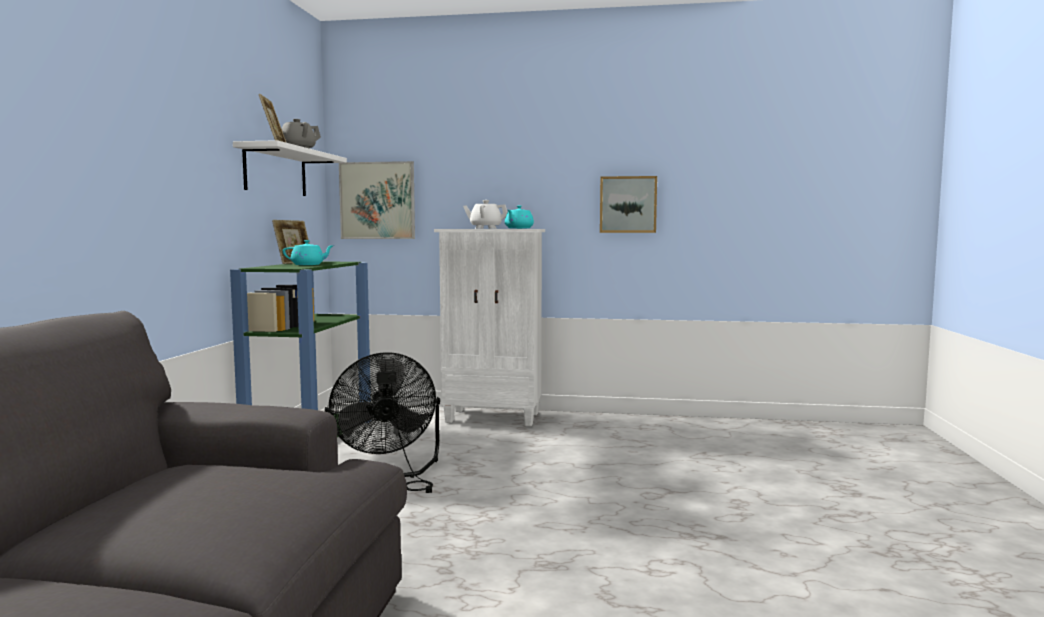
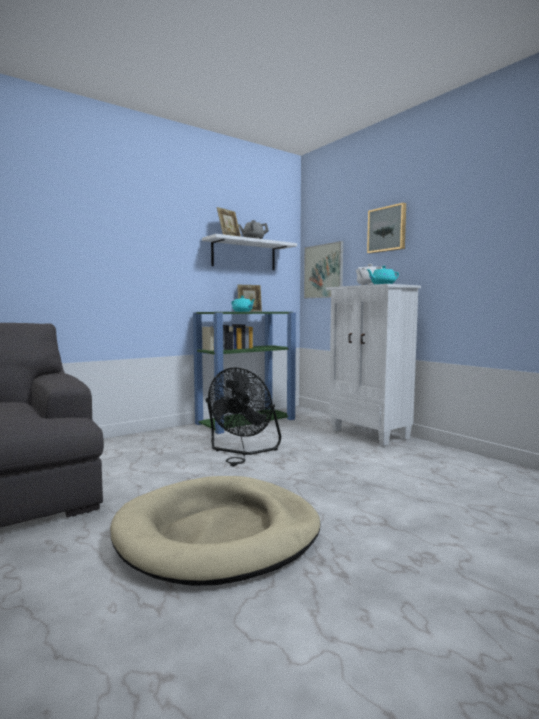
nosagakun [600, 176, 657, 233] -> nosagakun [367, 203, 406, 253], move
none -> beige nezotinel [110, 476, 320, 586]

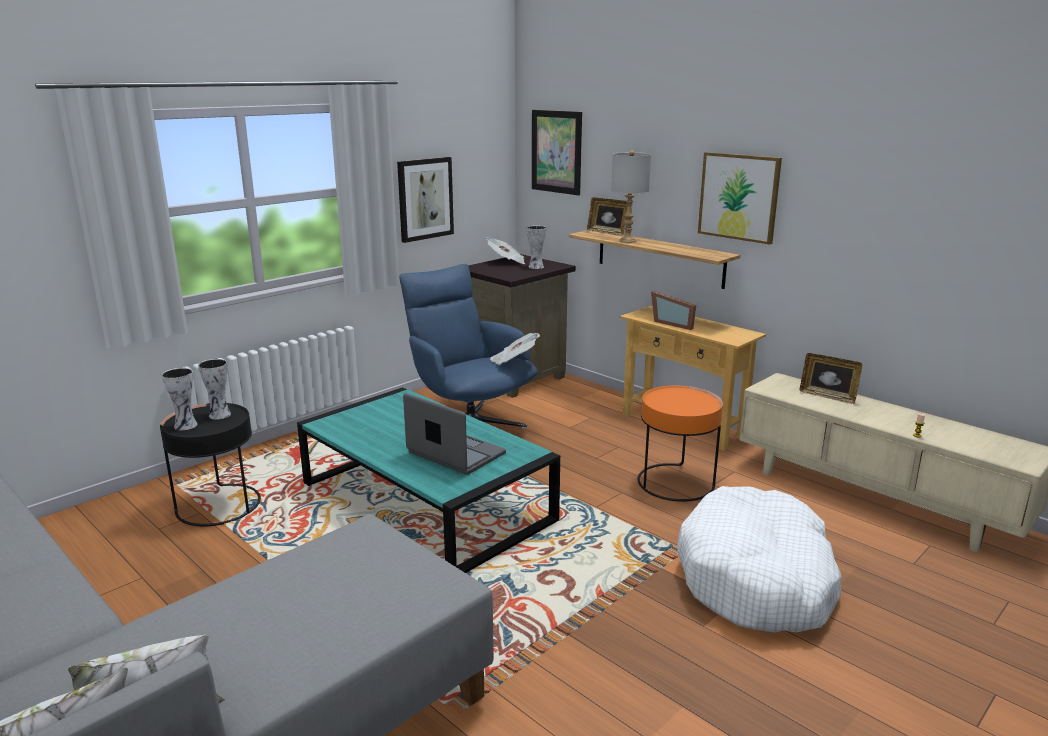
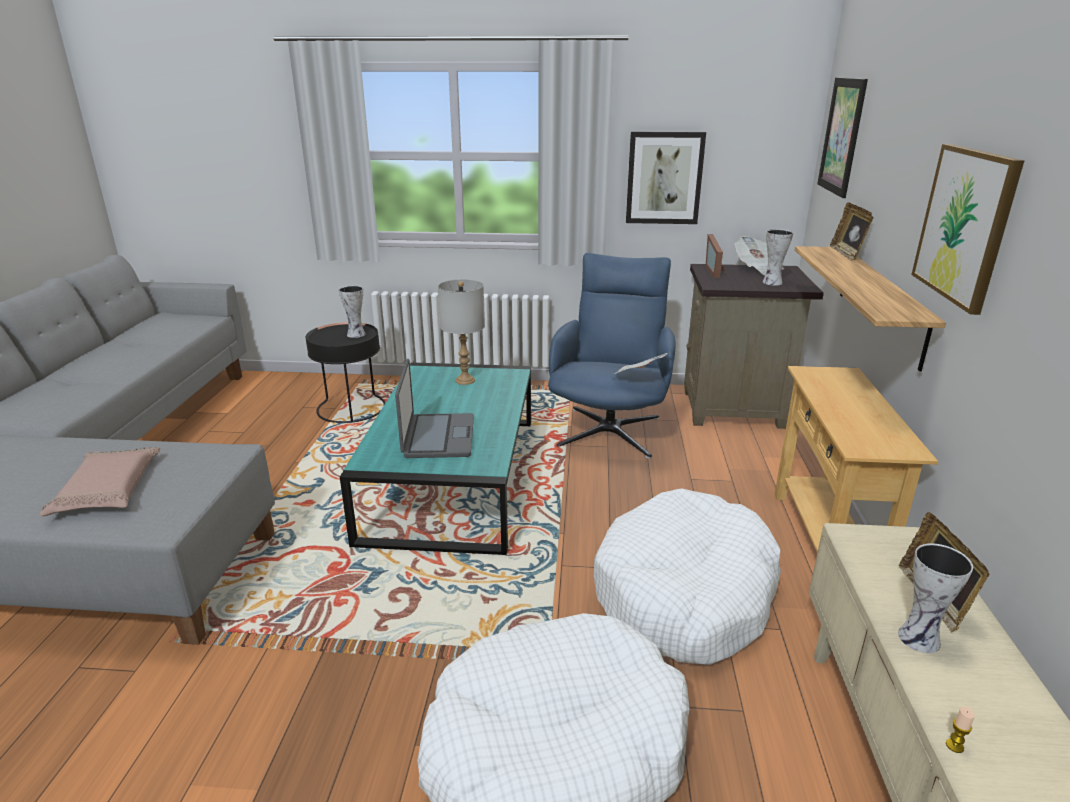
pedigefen [162, 368, 198, 430] -> pedigefen [898, 543, 973, 653], move
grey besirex [611, 151, 651, 243] -> grey besirex [438, 279, 485, 385], move
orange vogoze [638, 385, 723, 502] -> white nezotinel [594, 488, 781, 665]
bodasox [651, 291, 696, 330] -> bodasox [706, 234, 725, 278], move
none -> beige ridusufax [40, 446, 160, 516]

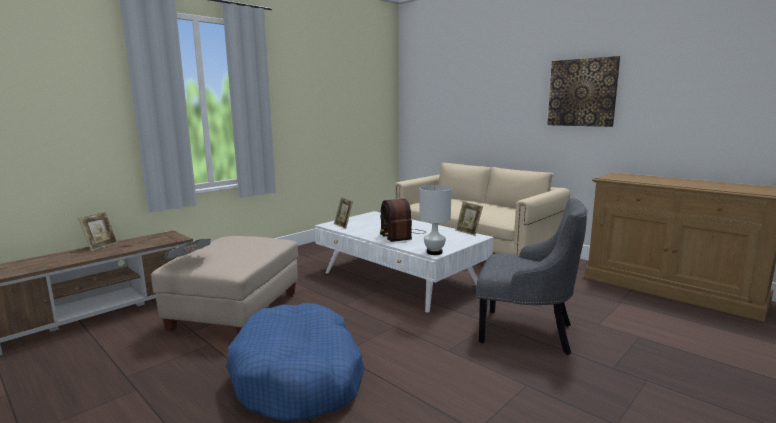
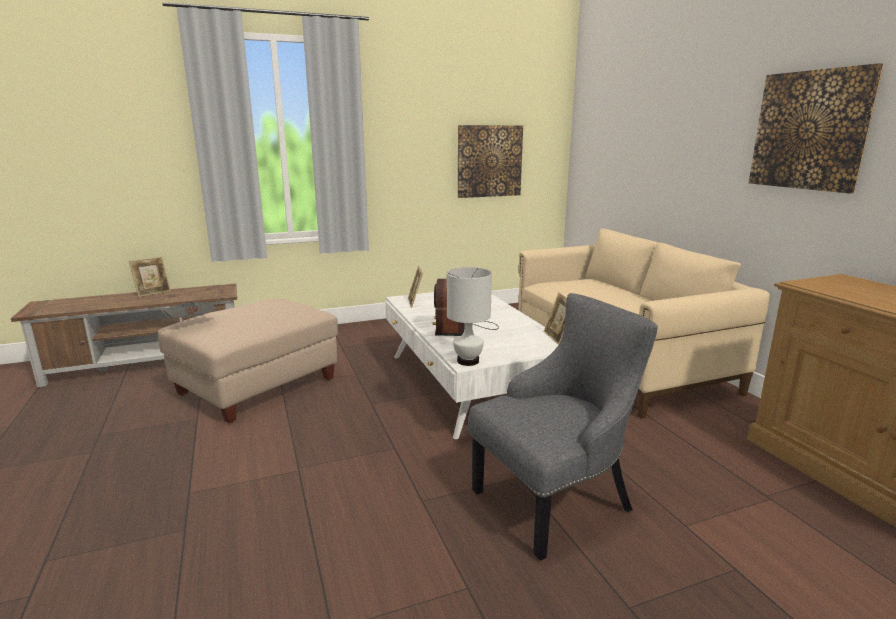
blue nezotinel [227, 303, 365, 422] -> none
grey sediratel [476, 198, 588, 355] -> grey sediratel [467, 293, 658, 561], 75 degrees counterclockwise
none -> nosagakun [458, 125, 523, 198]

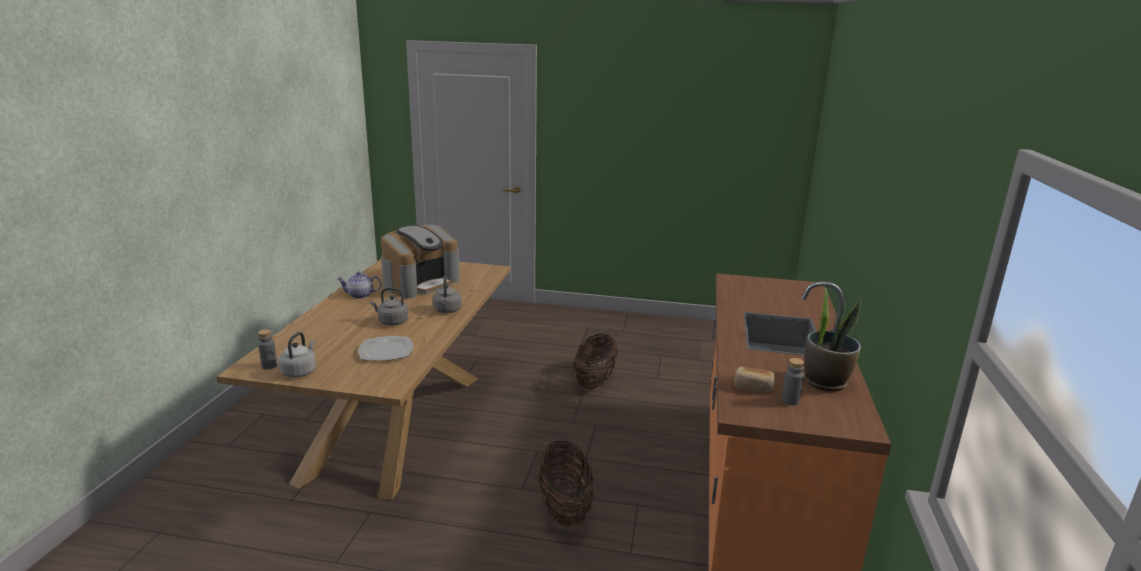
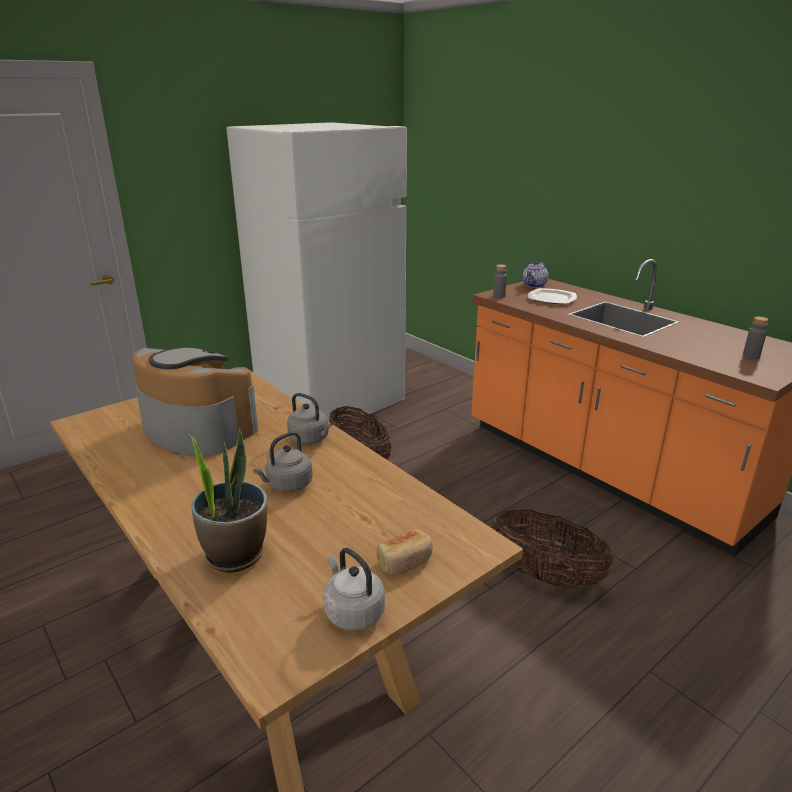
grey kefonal [258, 329, 277, 369] -> grey kefonal [493, 265, 507, 298], move
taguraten [337, 272, 381, 299] -> taguraten [523, 261, 548, 288], move
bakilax [358, 336, 414, 361] -> bakilax [528, 288, 577, 304], move
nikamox [381, 224, 460, 298] -> nikamox [132, 347, 258, 456], 45 degrees counterclockwise
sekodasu [734, 367, 775, 393] -> sekodasu [377, 529, 433, 575], move
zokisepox [804, 287, 861, 391] -> zokisepox [187, 428, 267, 573], move
none -> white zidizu [227, 122, 407, 425]

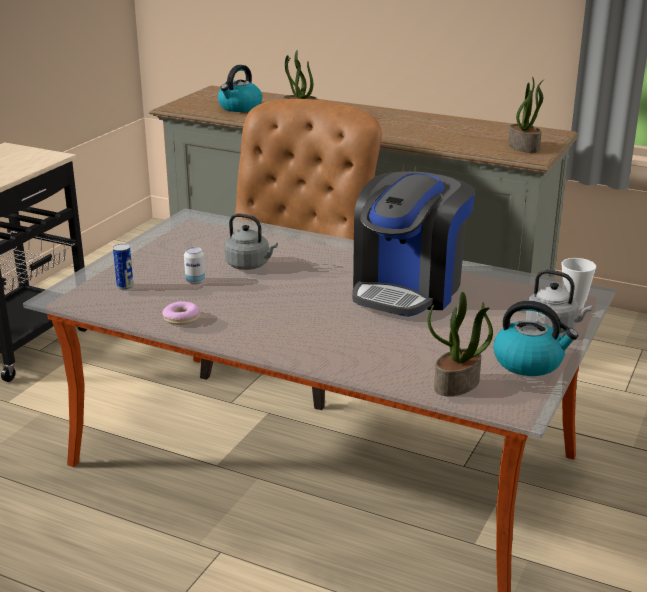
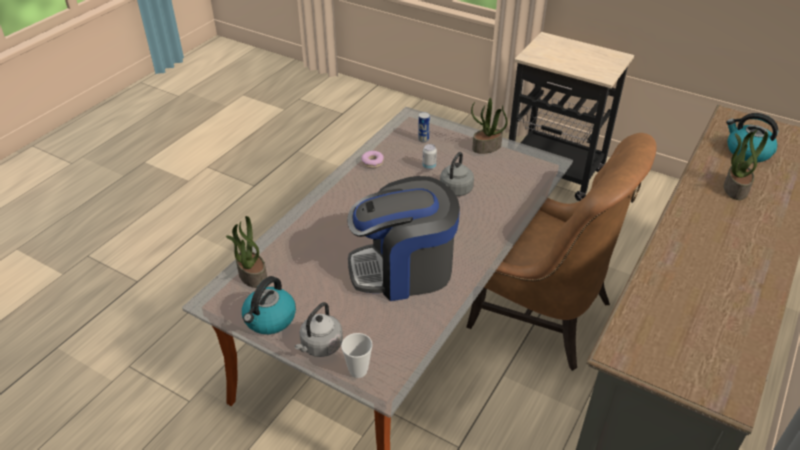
nikamox [352, 171, 475, 317] -> nikamox [347, 176, 460, 301], 45 degrees counterclockwise
zokisepox [508, 76, 544, 153] -> zokisepox [471, 98, 508, 154], move

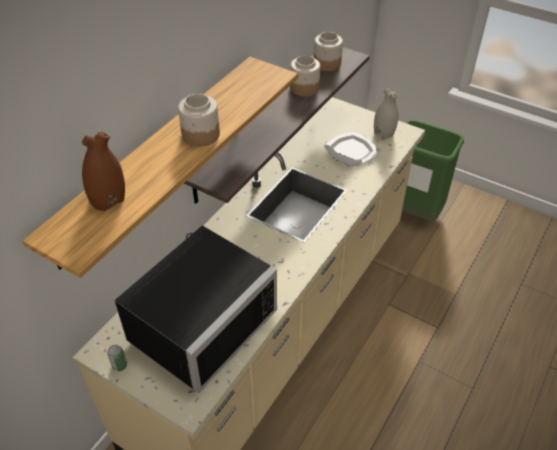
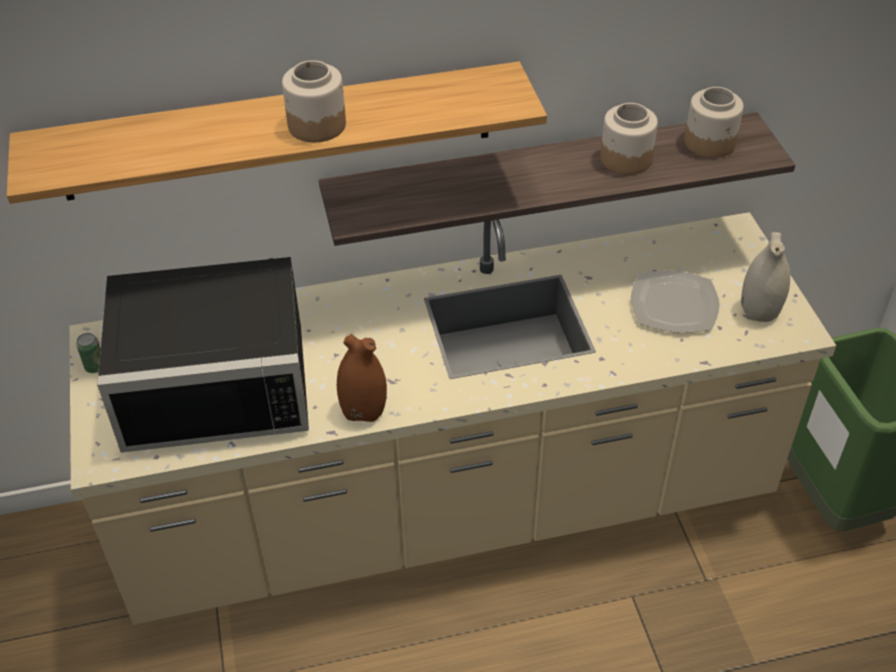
brown pedigefen [82, 131, 125, 211] -> brown pedigefen [337, 334, 387, 422], move

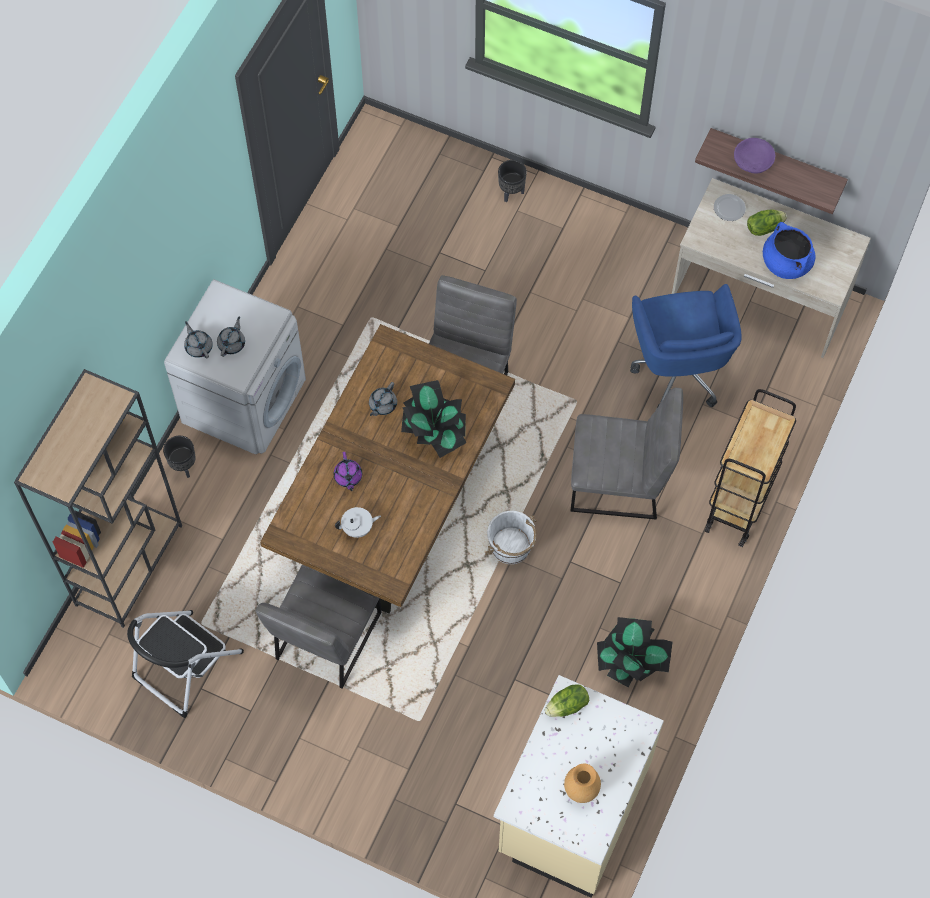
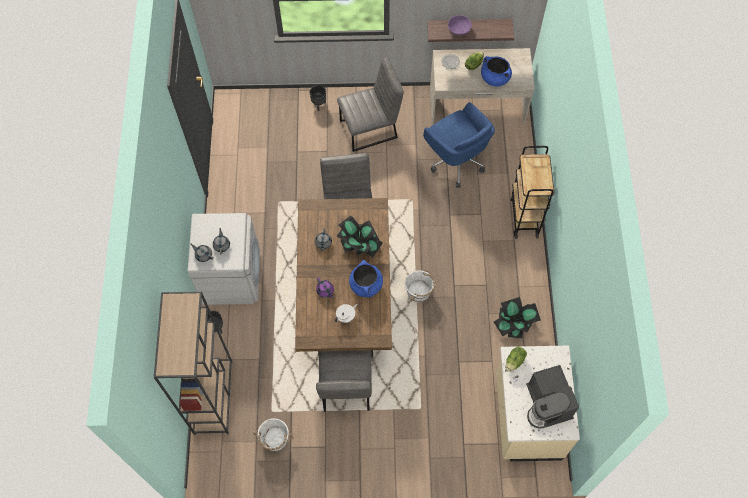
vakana [127, 610, 244, 718] -> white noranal [254, 418, 294, 451]
brown pedigefen [564, 764, 601, 803] -> nikamox [526, 365, 579, 429]
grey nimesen [571, 387, 683, 520] -> grey nimesen [337, 57, 404, 152], move
none -> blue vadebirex [349, 260, 383, 297]

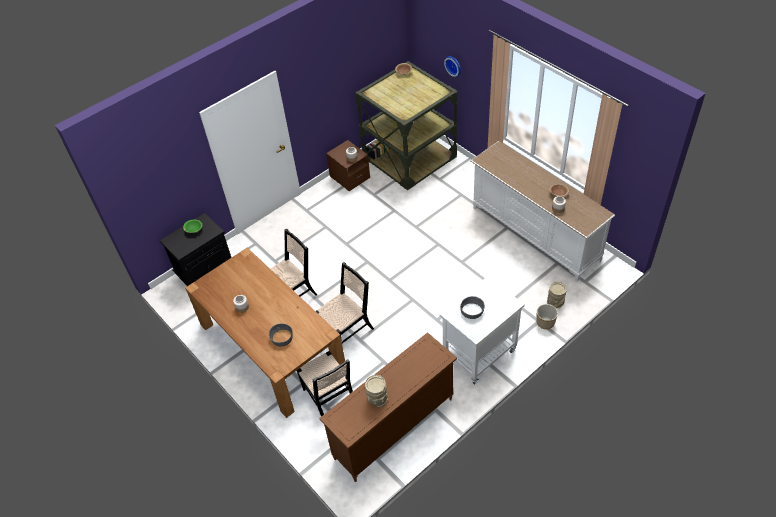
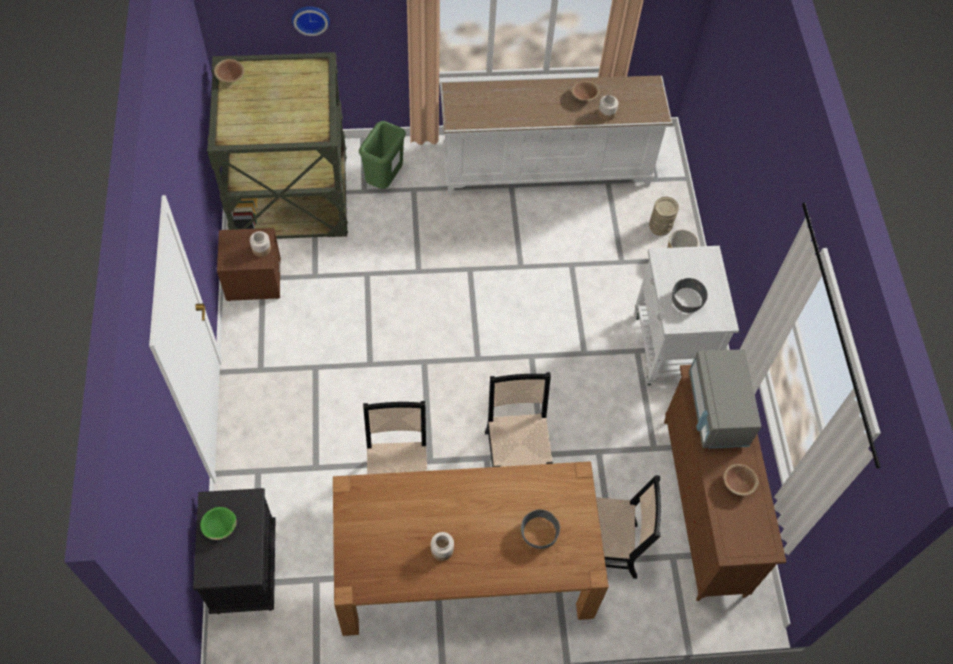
beige pedigefen [365, 375, 388, 407] -> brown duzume [723, 464, 758, 496]
none -> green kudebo [359, 121, 406, 189]
none -> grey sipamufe [689, 349, 761, 448]

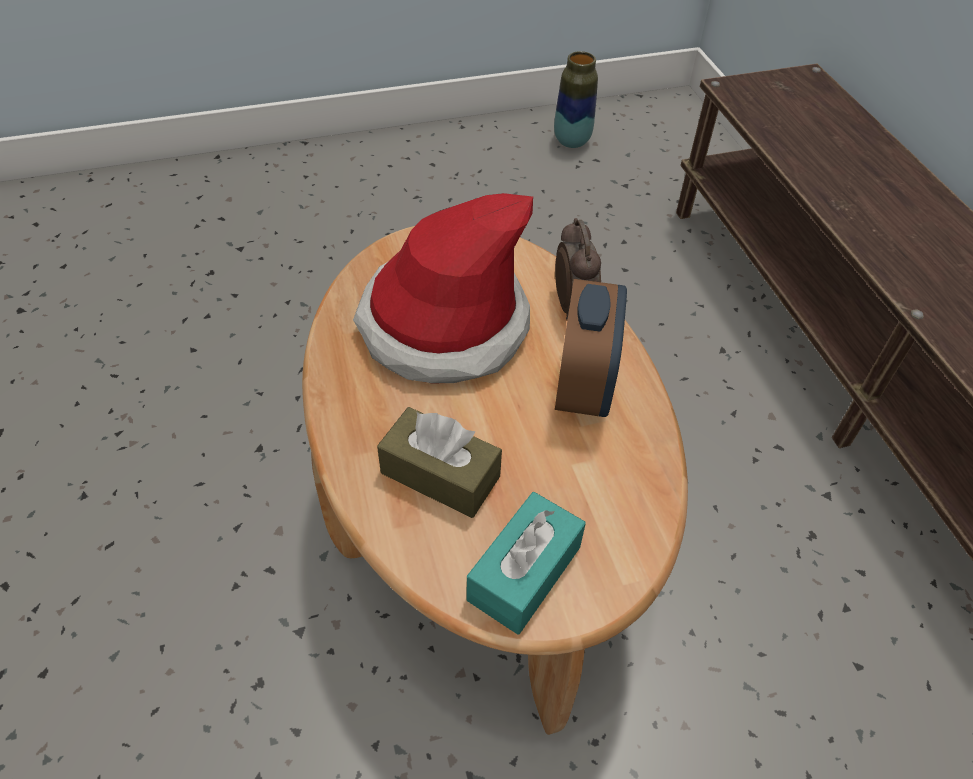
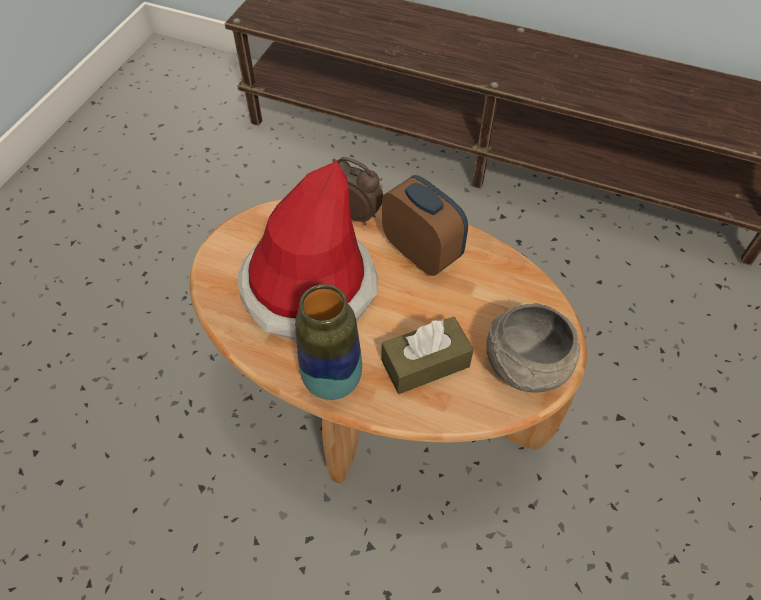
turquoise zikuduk [466, 492, 586, 635] -> grey duzume [486, 303, 580, 393]
pedigefen [554, 51, 598, 148] -> pedigefen [295, 284, 362, 400], move

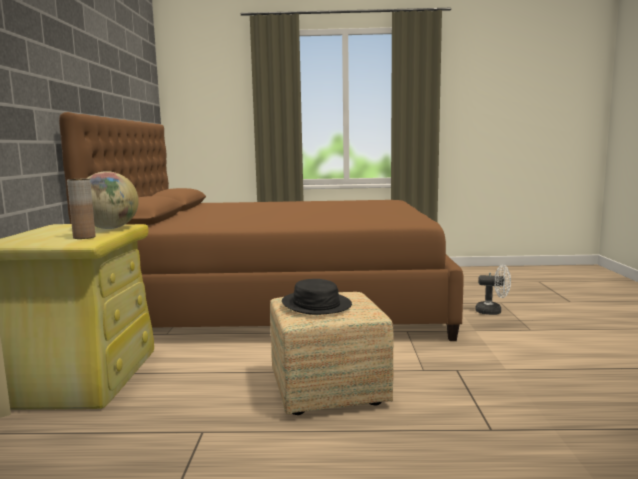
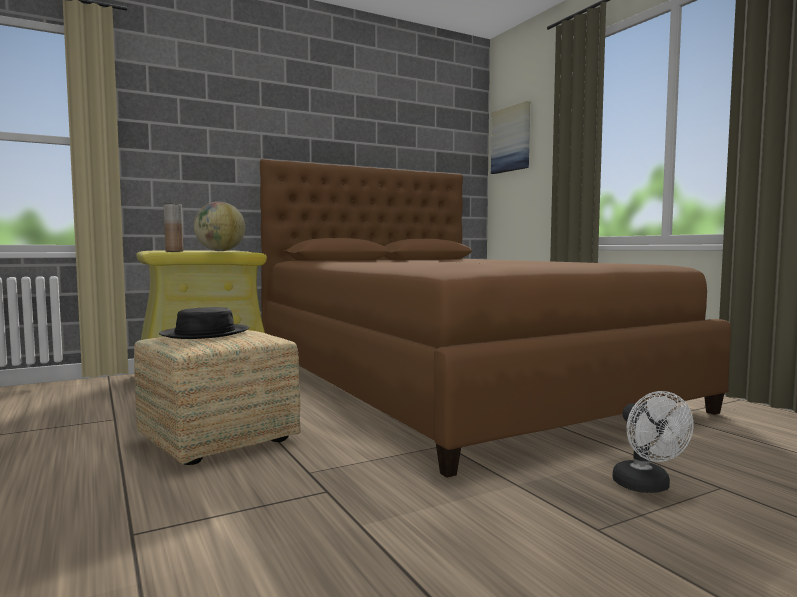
none -> nosagakun [491, 101, 530, 174]

